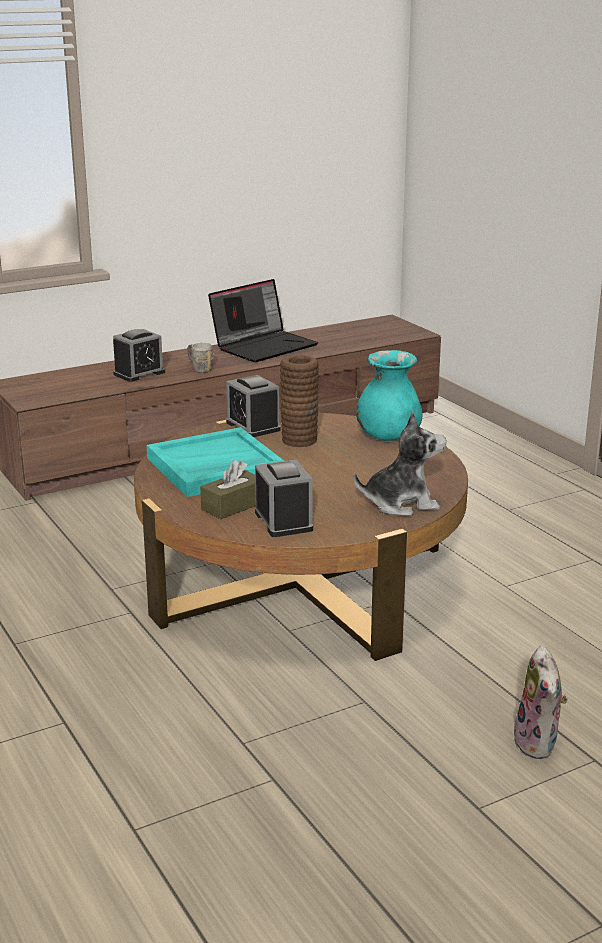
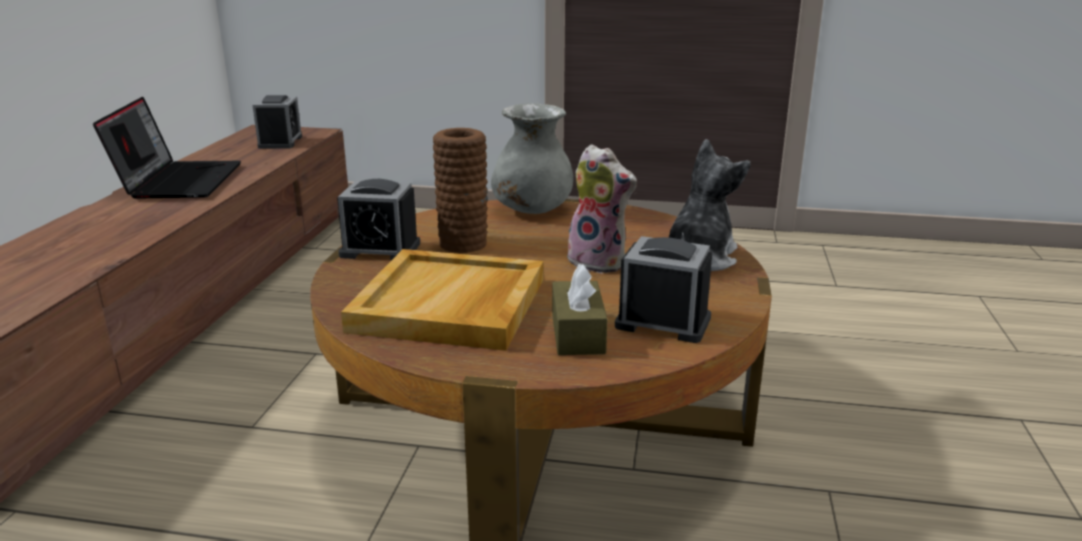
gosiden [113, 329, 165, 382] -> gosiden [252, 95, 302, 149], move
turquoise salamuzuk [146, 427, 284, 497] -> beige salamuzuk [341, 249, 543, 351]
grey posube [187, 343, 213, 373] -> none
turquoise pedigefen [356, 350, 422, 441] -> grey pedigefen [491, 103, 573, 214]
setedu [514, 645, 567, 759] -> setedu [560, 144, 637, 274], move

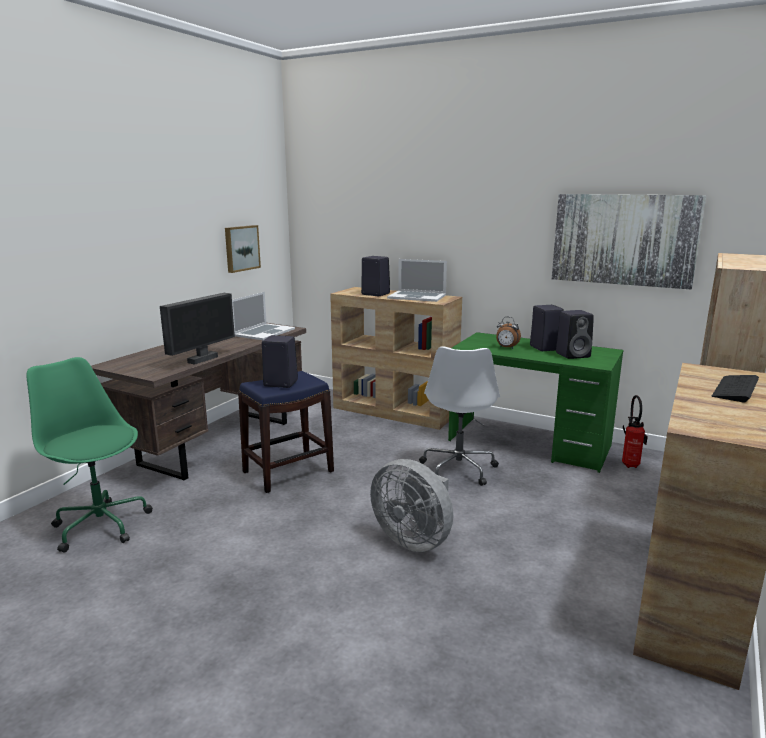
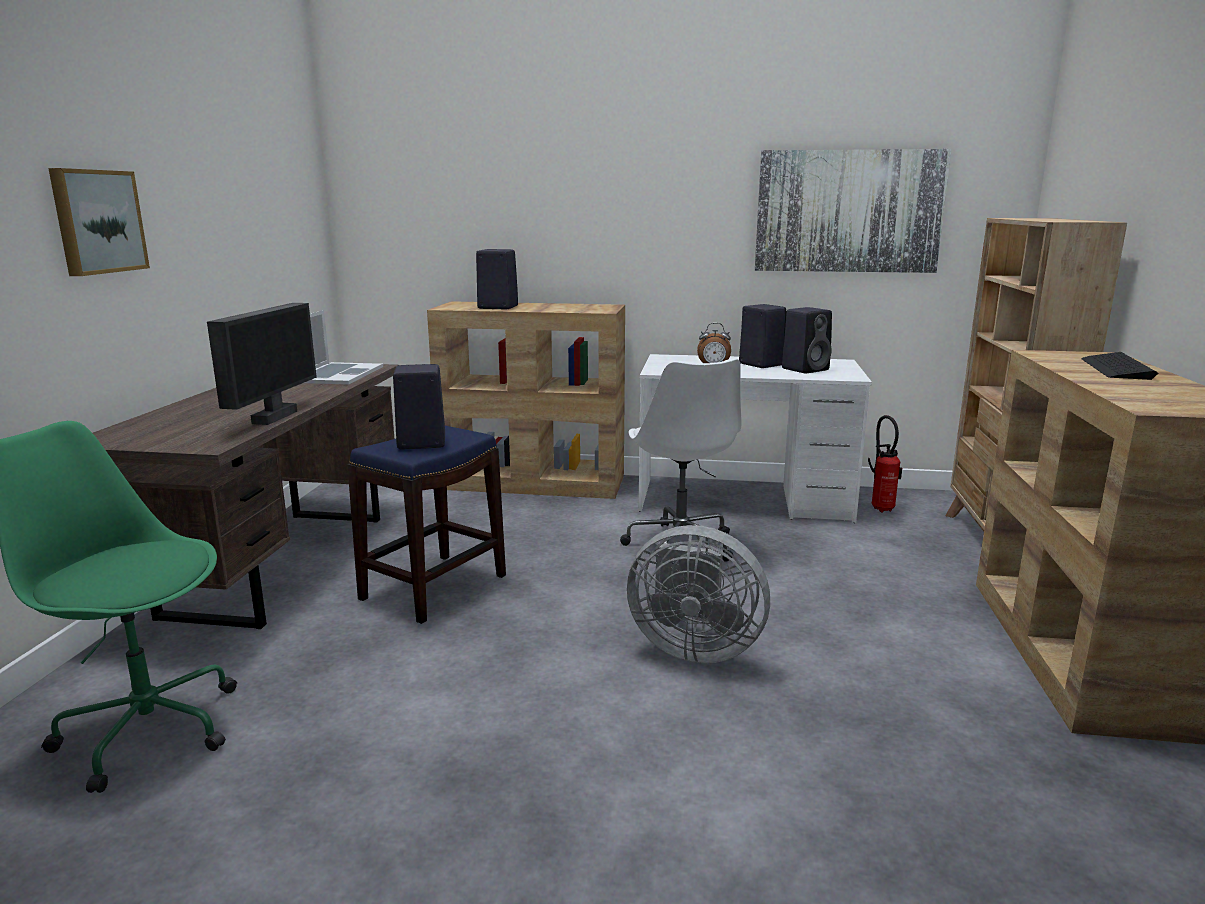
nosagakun [225, 225, 261, 273] -> nosagakun [48, 168, 150, 276], move
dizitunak [387, 259, 447, 302] -> none
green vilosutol [448, 332, 624, 473] -> white vilosutol [638, 354, 872, 523]

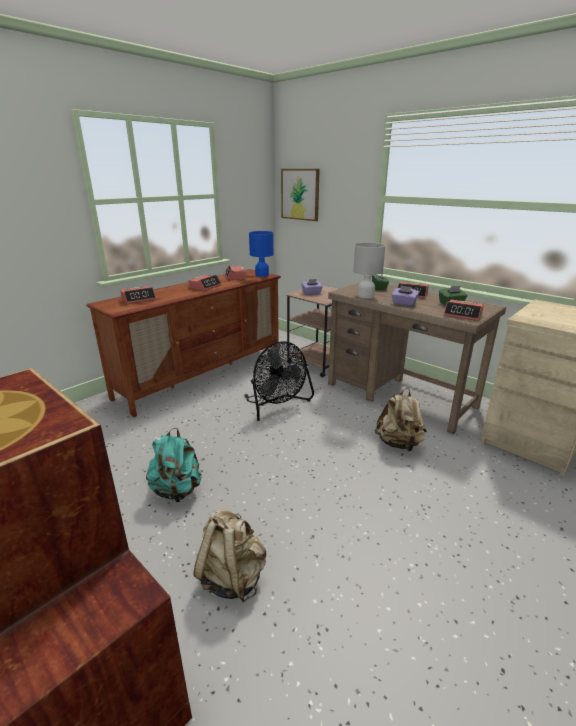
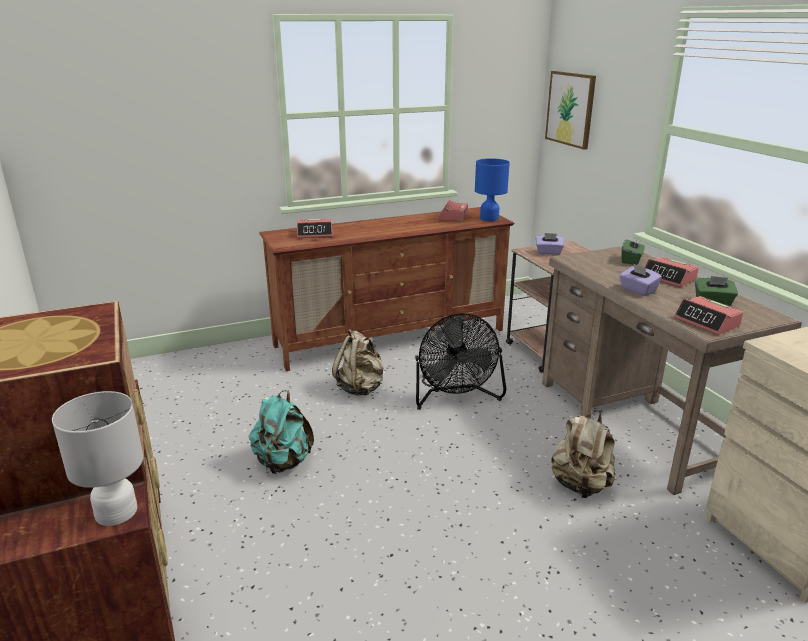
gosiden [188, 275, 222, 291] -> none
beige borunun [194, 509, 266, 603] -> beige borunun [332, 329, 384, 396], move
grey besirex [353, 243, 386, 298] -> grey besirex [52, 391, 143, 526], move

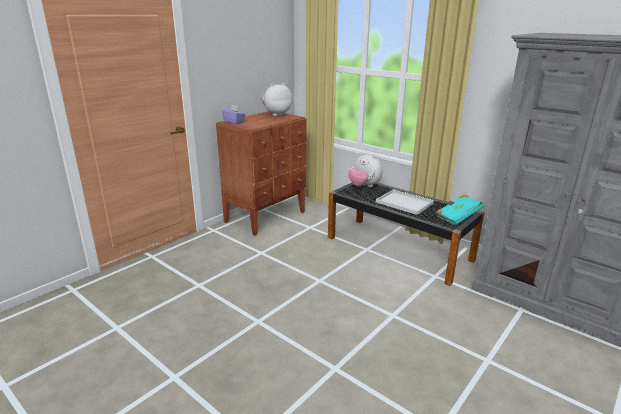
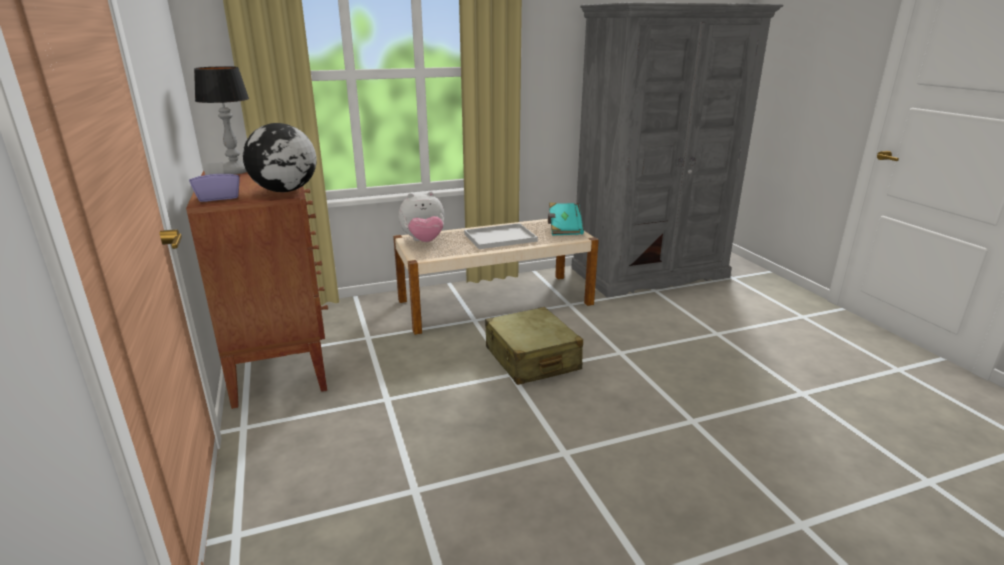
setedu [261, 83, 292, 116] -> besirex [194, 66, 249, 174]
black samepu [328, 183, 485, 286] -> beige samepu [393, 219, 599, 335]
none -> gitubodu [243, 123, 317, 192]
none -> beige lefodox [485, 307, 583, 385]

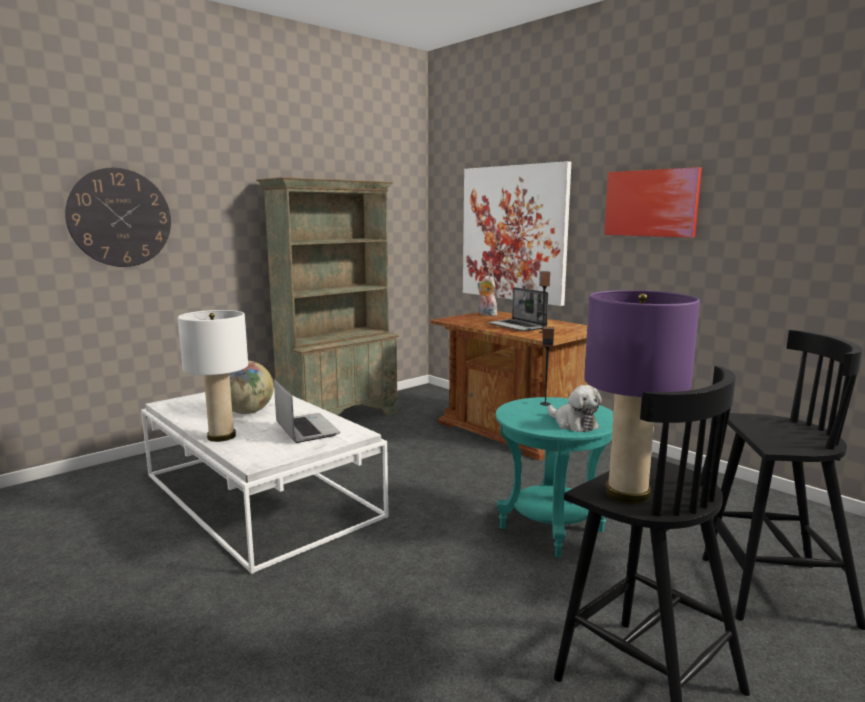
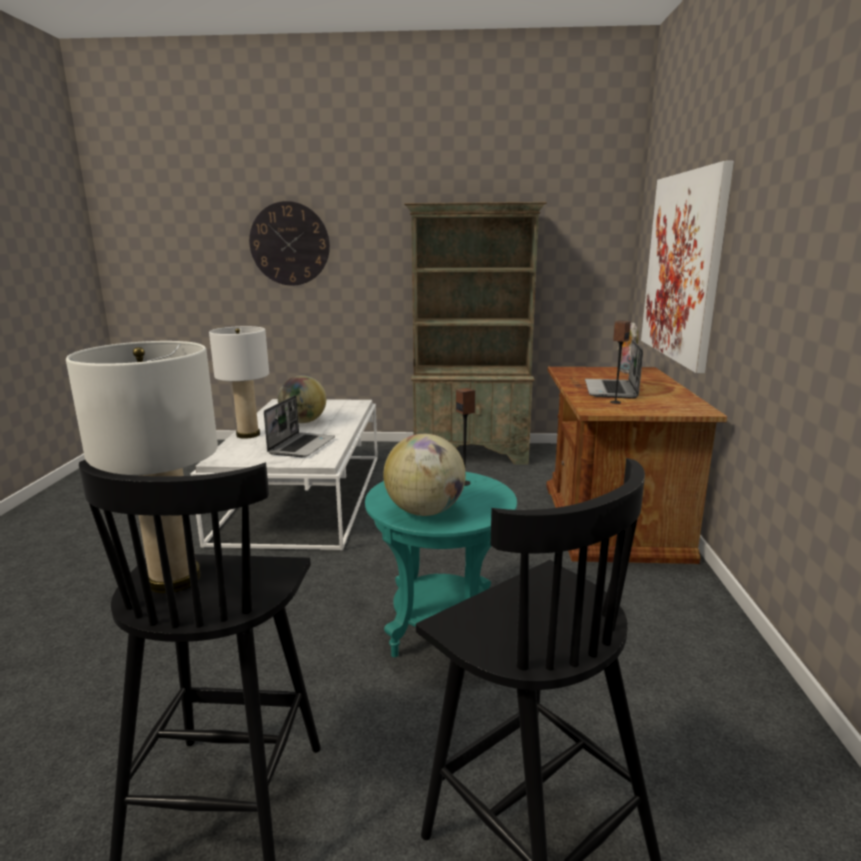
setedu [547, 385, 602, 432] -> gitubodu [383, 434, 466, 516]
purple besirex [584, 290, 700, 504] -> white besirex [66, 341, 218, 593]
nosagakun [604, 167, 702, 238] -> none

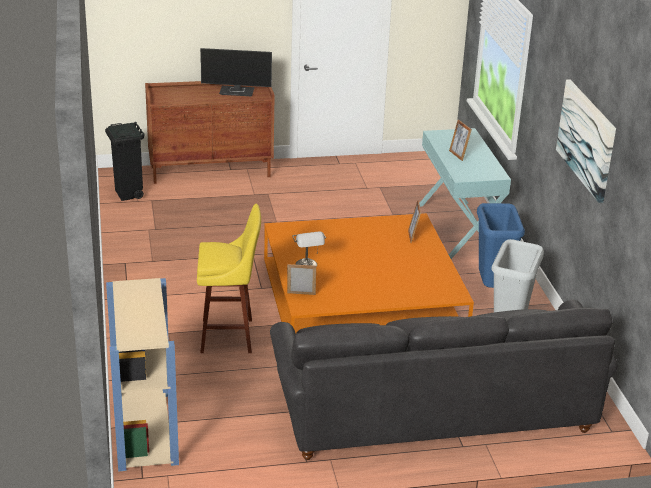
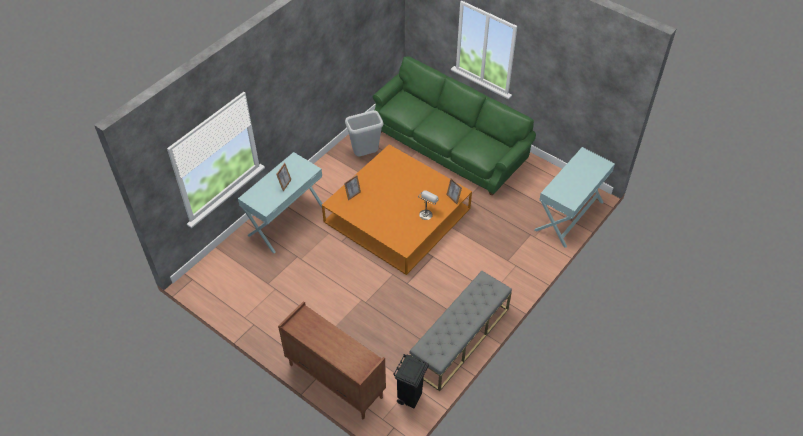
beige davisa [106, 278, 179, 472] -> turquoise vilosutol [534, 147, 615, 248]
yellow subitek [197, 204, 261, 353] -> none
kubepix [200, 48, 272, 96] -> none
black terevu [270, 300, 618, 460] -> green terevu [373, 56, 536, 195]
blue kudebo [477, 203, 525, 288] -> none
nosagakun [556, 79, 616, 203] -> none
none -> grey samepu [409, 271, 512, 391]

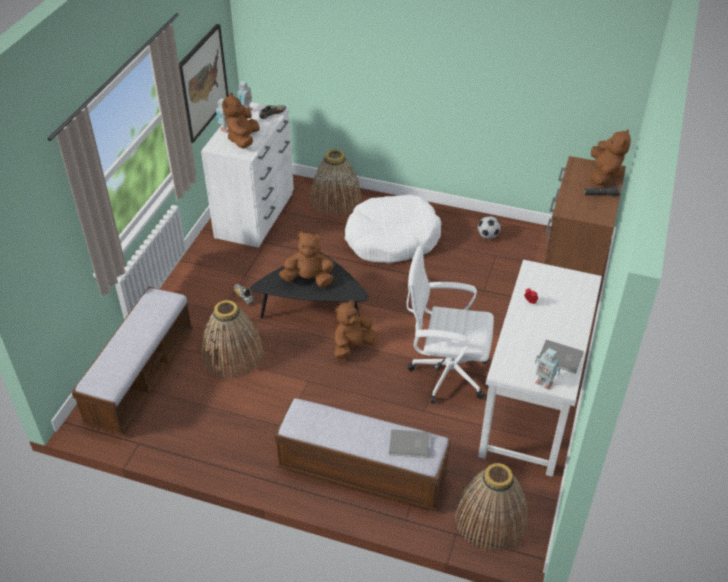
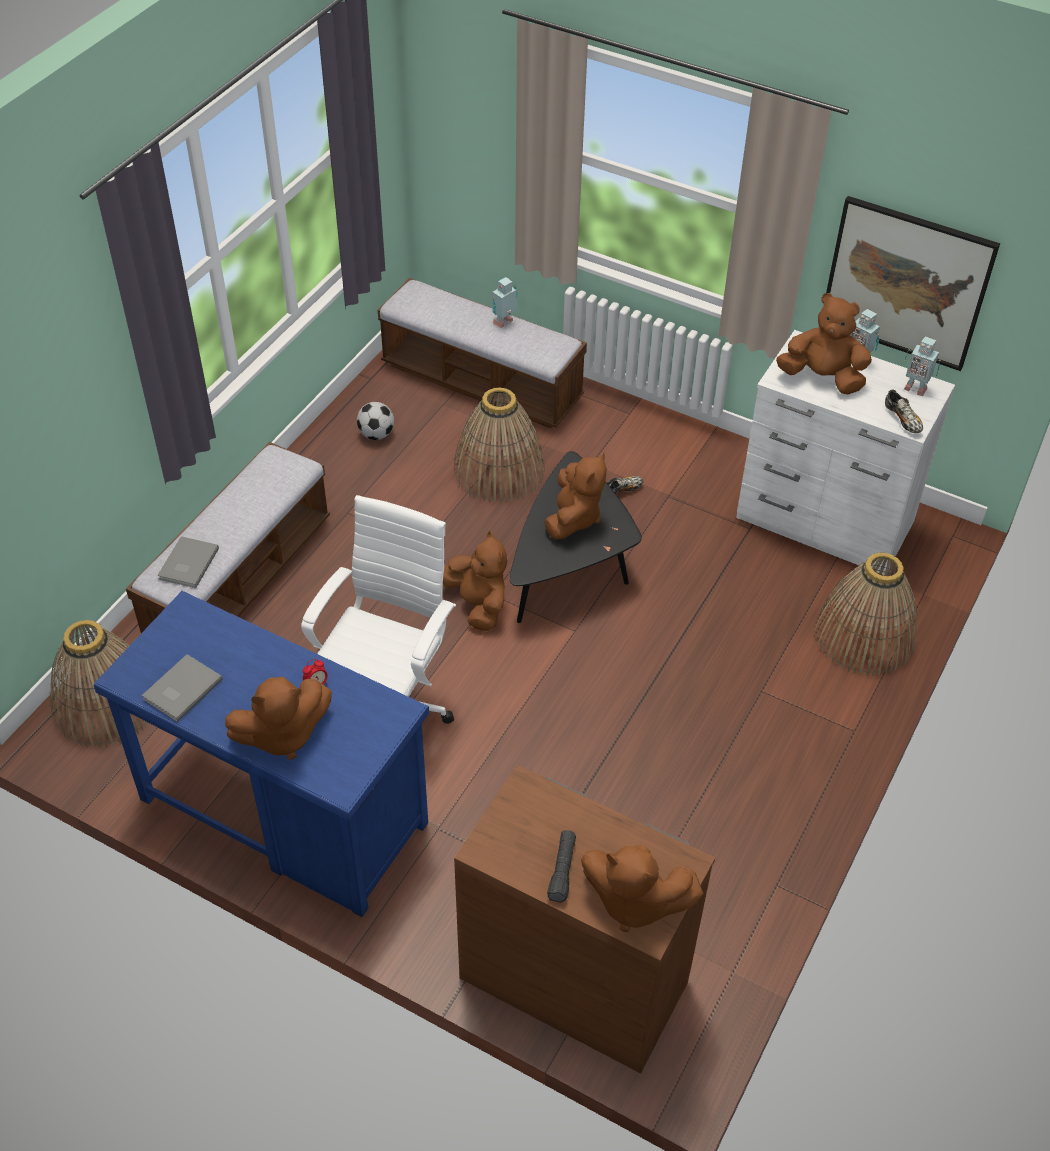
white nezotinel [345, 195, 442, 264] -> none
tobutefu [478, 216, 501, 239] -> tobutefu [357, 402, 394, 440], move
white vilosutol [478, 260, 602, 477] -> blue vilosutol [94, 591, 429, 917]
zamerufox [535, 348, 560, 390] -> zamerufox [492, 277, 517, 328], move
none -> brown setedu [225, 677, 332, 760]

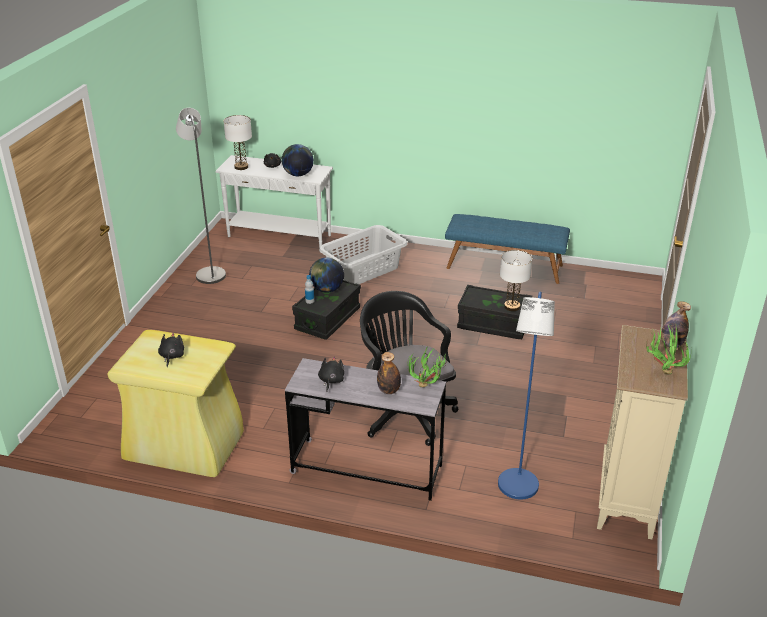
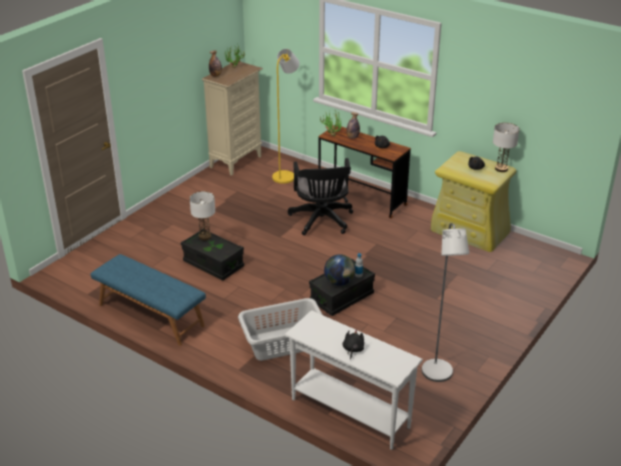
besirex [224, 115, 252, 170] -> besirex [493, 123, 520, 172], move
gitubodu [282, 144, 314, 176] -> none
grey vilosutol [285, 358, 446, 501] -> brown vilosutol [318, 126, 411, 219]
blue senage [498, 291, 555, 500] -> yellow senage [272, 49, 300, 184]

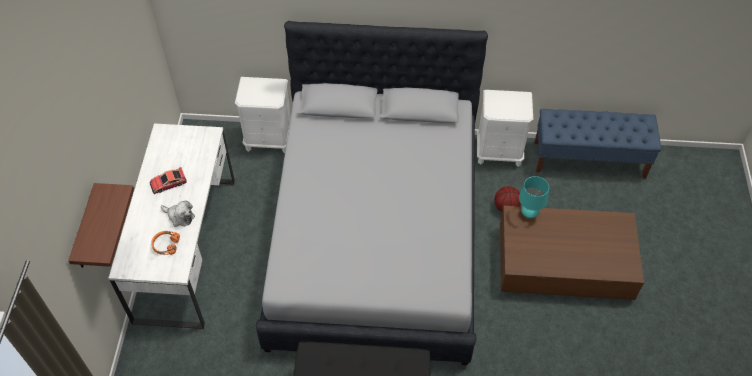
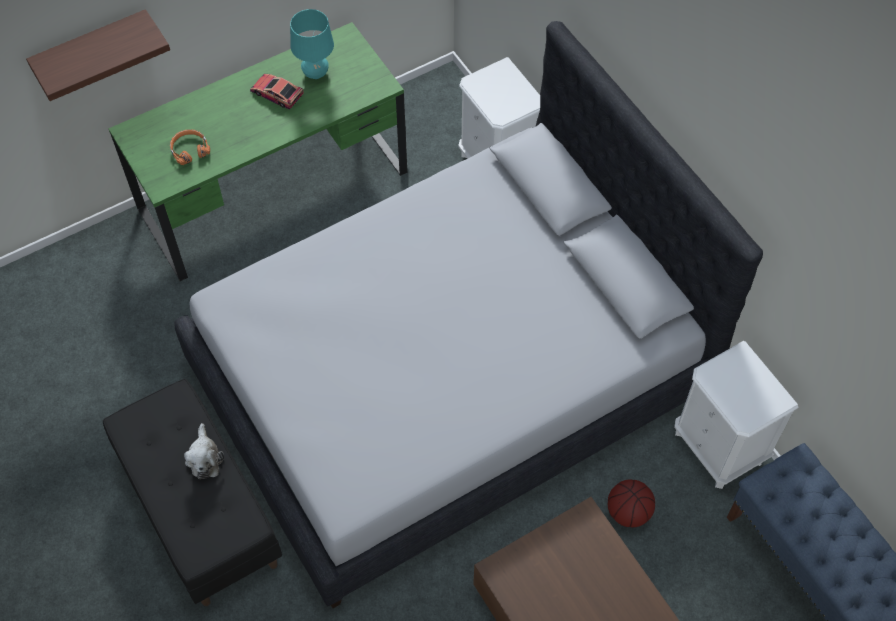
white vilosutol [109, 123, 235, 329] -> green vilosutol [108, 22, 407, 281]
setedu [161, 200, 195, 227] -> setedu [184, 423, 224, 479], move
turquoise besirex [519, 176, 549, 219] -> turquoise besirex [290, 9, 334, 79], move

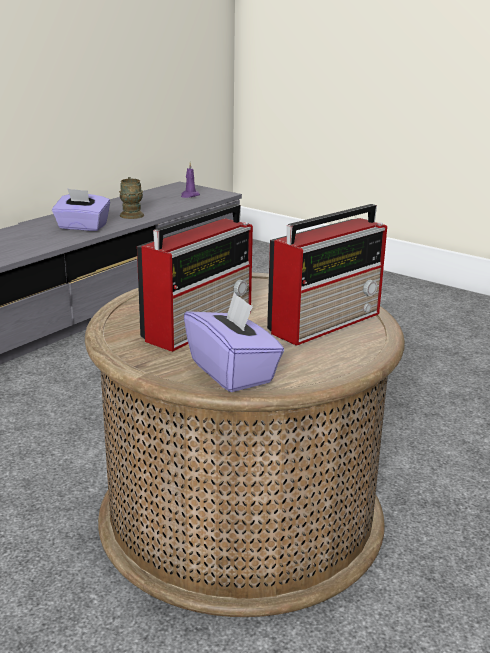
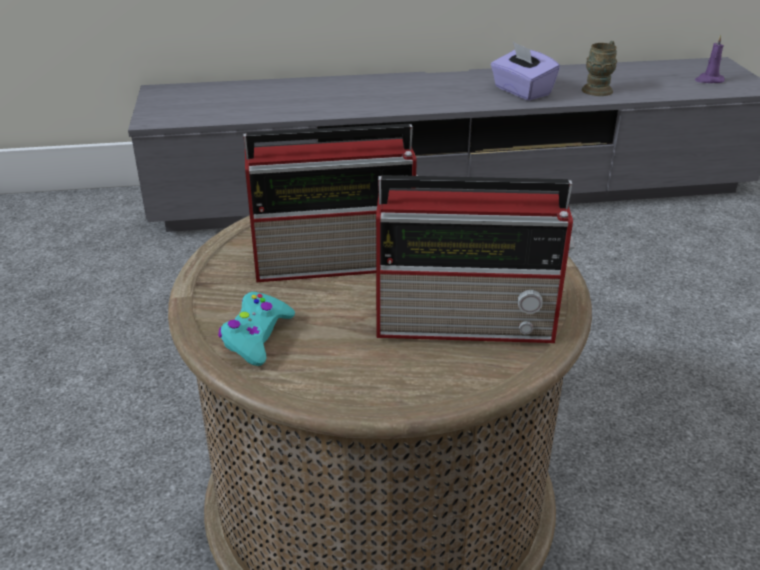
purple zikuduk [184, 292, 284, 392] -> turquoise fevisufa [218, 292, 295, 366]

